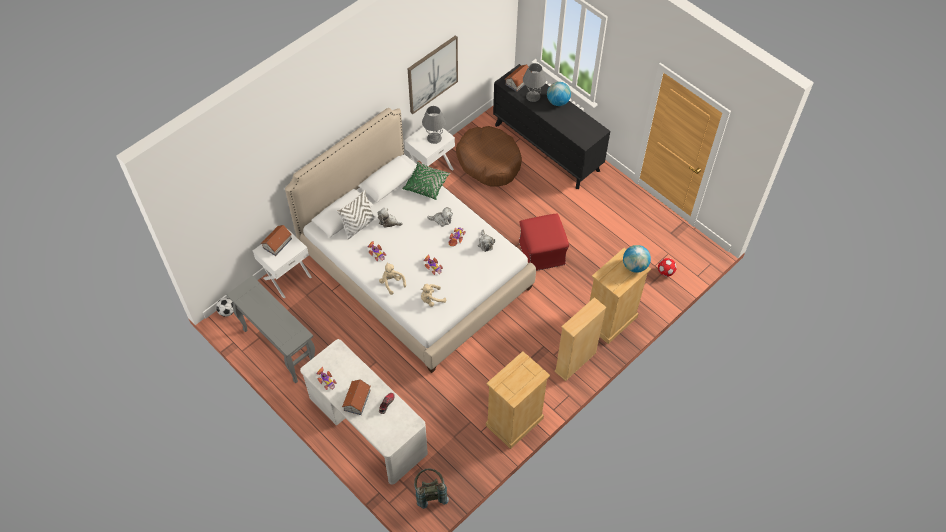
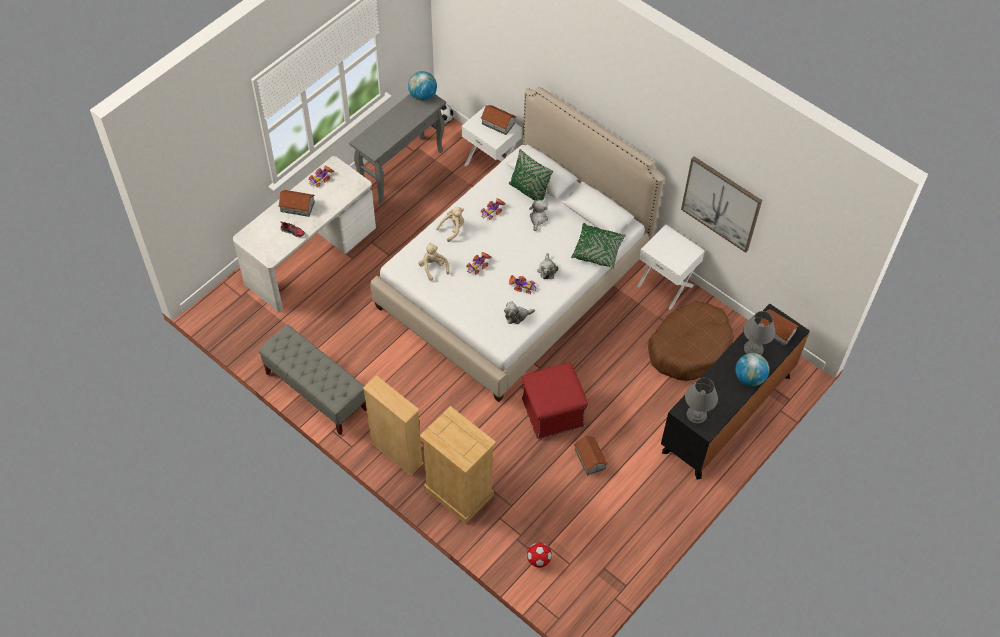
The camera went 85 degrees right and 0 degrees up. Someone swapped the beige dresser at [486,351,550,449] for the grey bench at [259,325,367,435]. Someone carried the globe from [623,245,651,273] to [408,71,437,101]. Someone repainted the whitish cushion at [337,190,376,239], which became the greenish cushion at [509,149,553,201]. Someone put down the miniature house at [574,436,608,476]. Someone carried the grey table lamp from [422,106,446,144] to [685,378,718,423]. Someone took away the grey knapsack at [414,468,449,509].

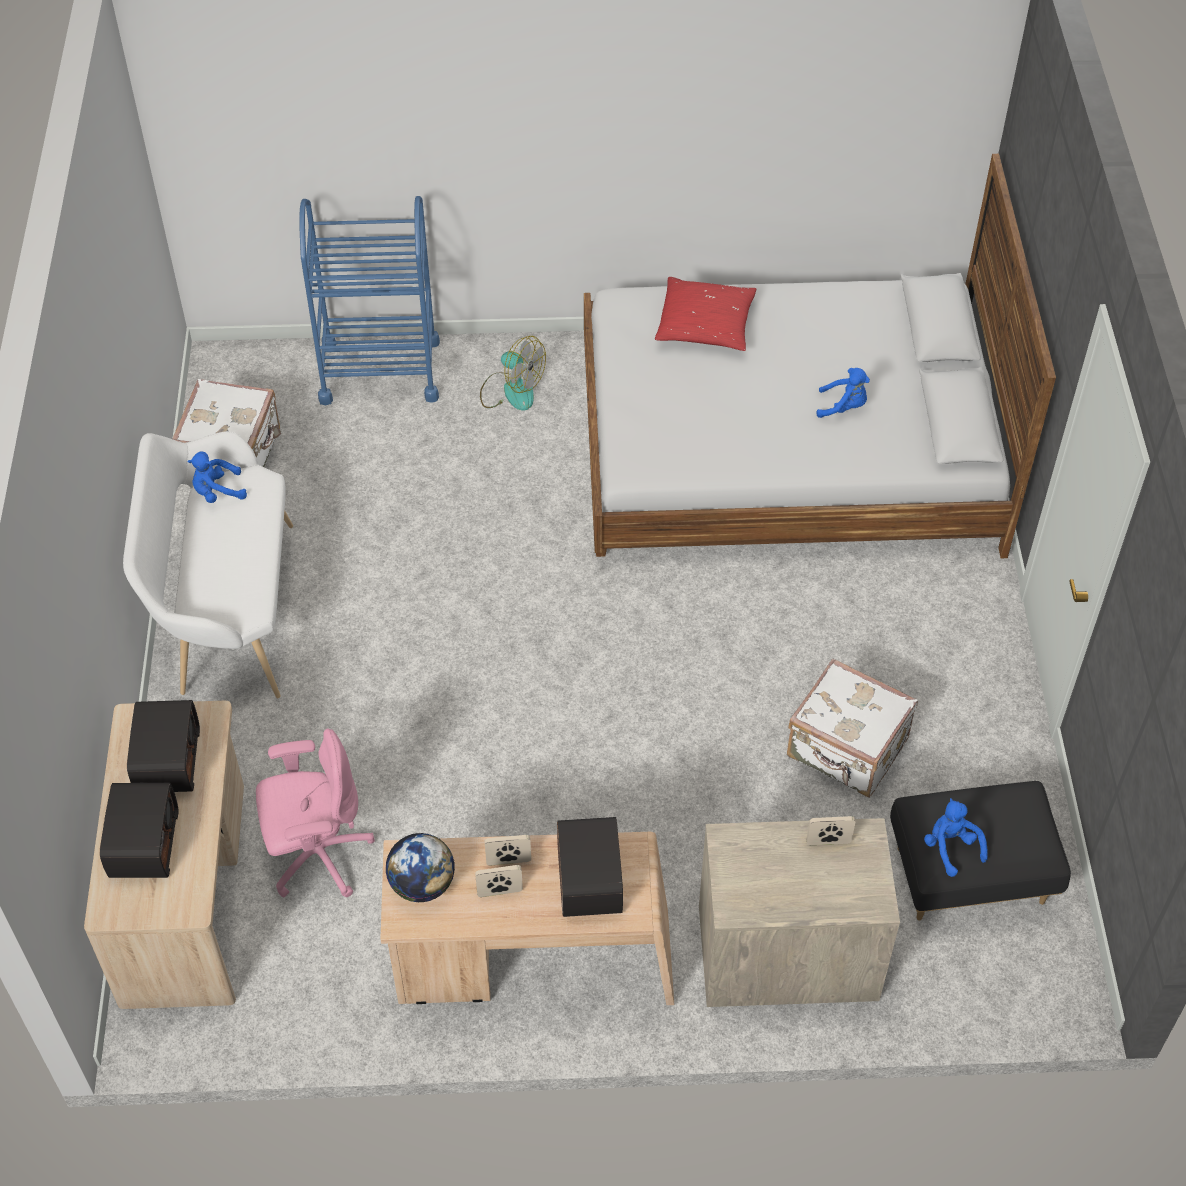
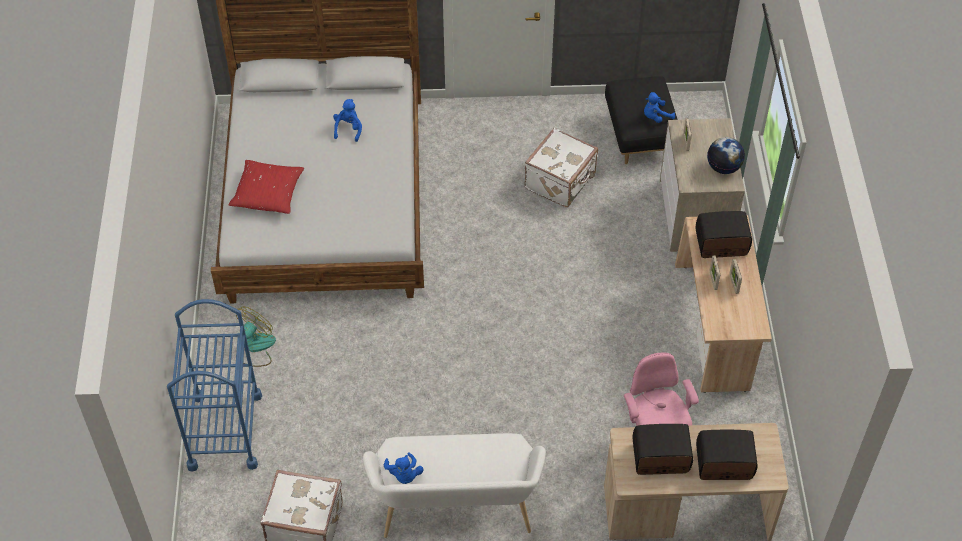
The camera went 90 degrees left and 0 degrees up. Someone carried the globe from [385,833,455,902] to [707,137,745,174].

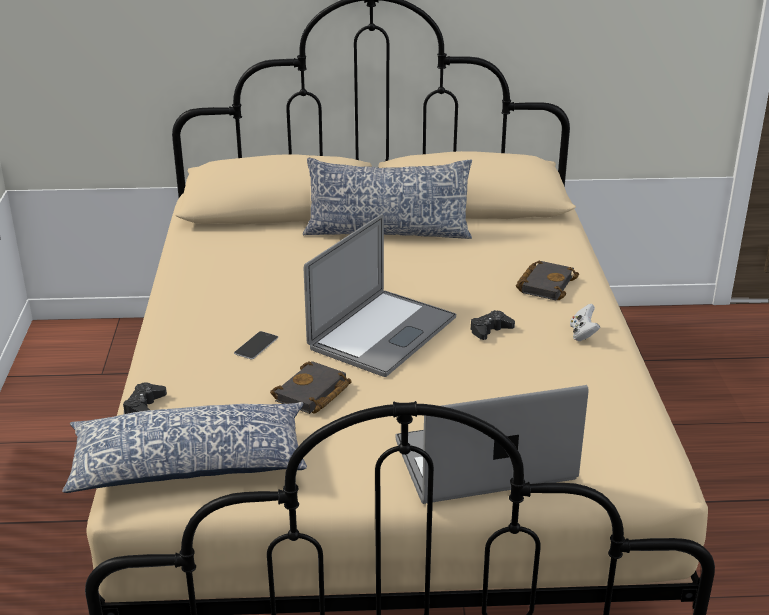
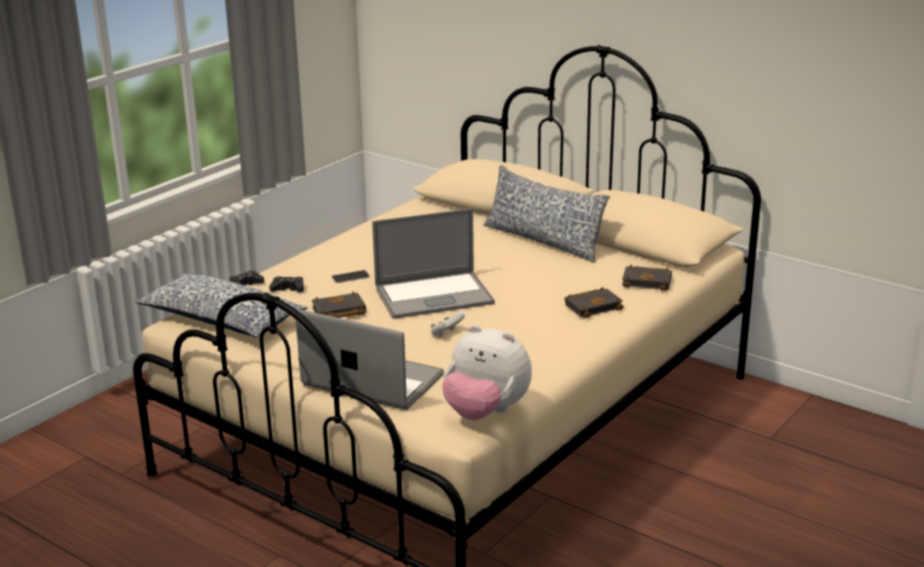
The camera went 40 degrees right and 5 degrees down. Someone carried the blackish gamepad from [470,310,515,340] to [269,276,304,292]. Someone carried the whitish gamepad from [570,304,600,341] to [431,312,465,337]. Someone put down the soft toy at [442,325,532,420]. Someone put down the blackish book at [622,265,672,291].

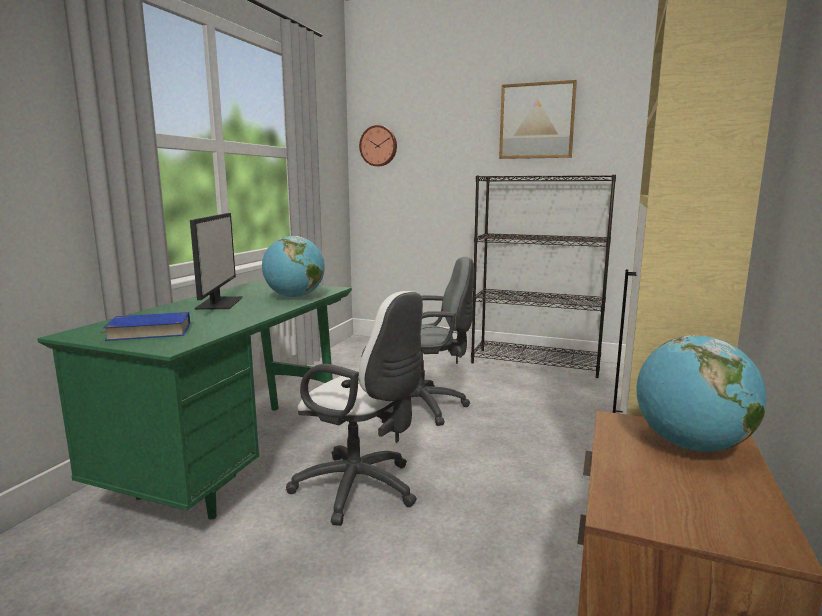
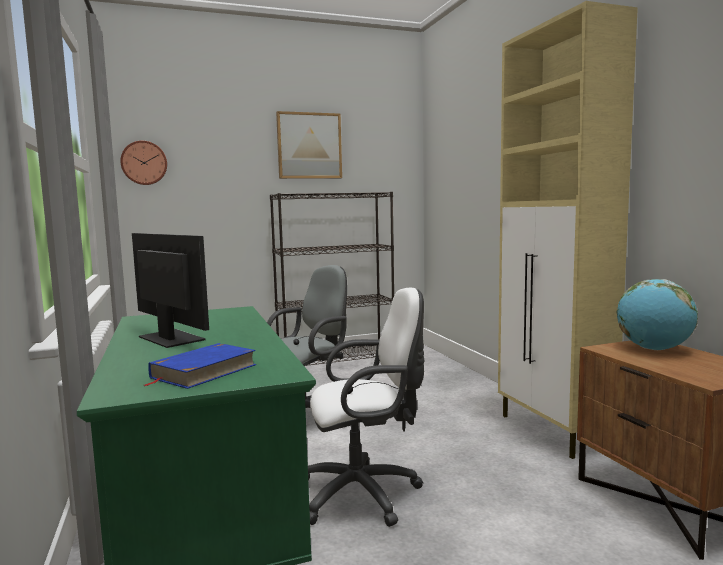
The camera went 40 degrees left and 5 degrees down. Someone took away the globe at [262,236,325,298].

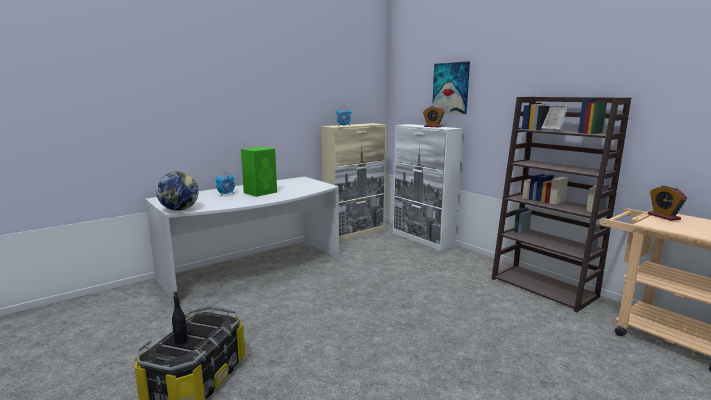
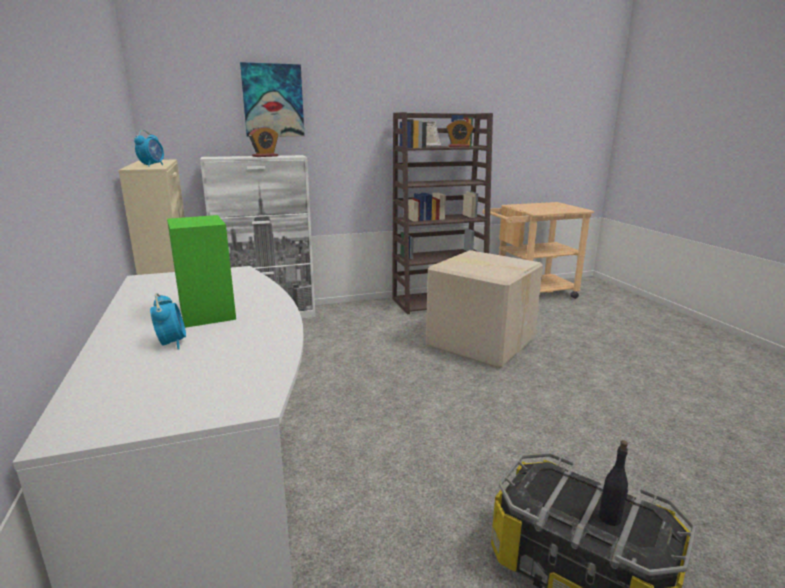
The camera went 70 degrees left and 5 degrees up. Someone put down the cardboard box at [426,250,543,368]. Someone carried the bedside clock from [648,185,687,221] to [446,119,474,147]. Someone took away the globe at [156,172,199,211].

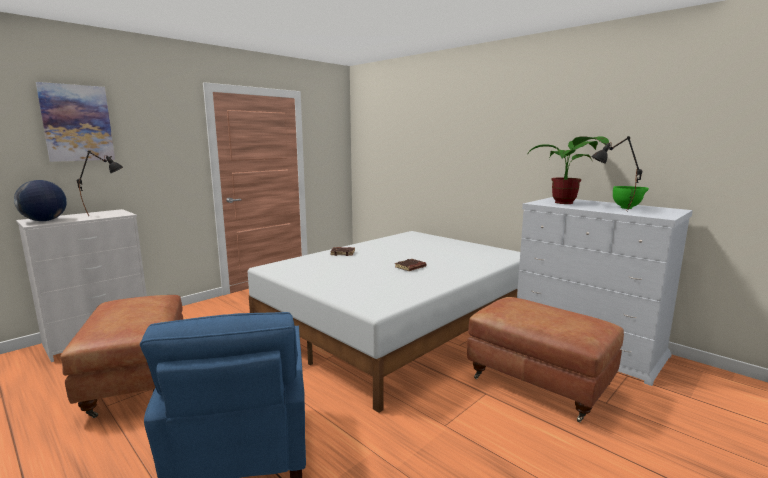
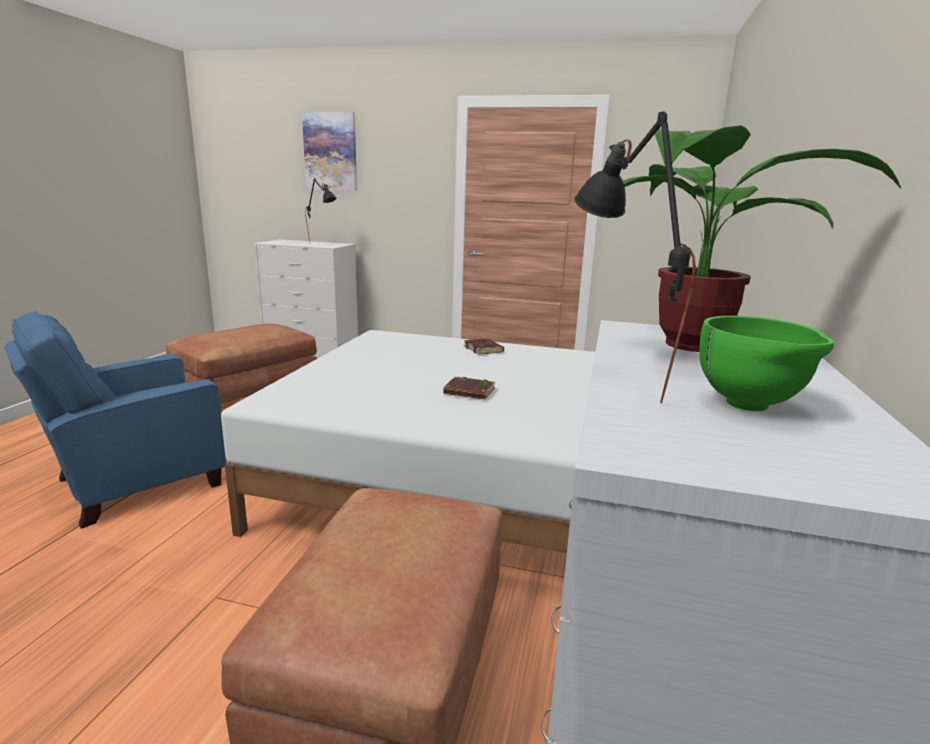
The camera went 60 degrees right and 5 degrees up. Someone took away the globe at [14,180,67,221].

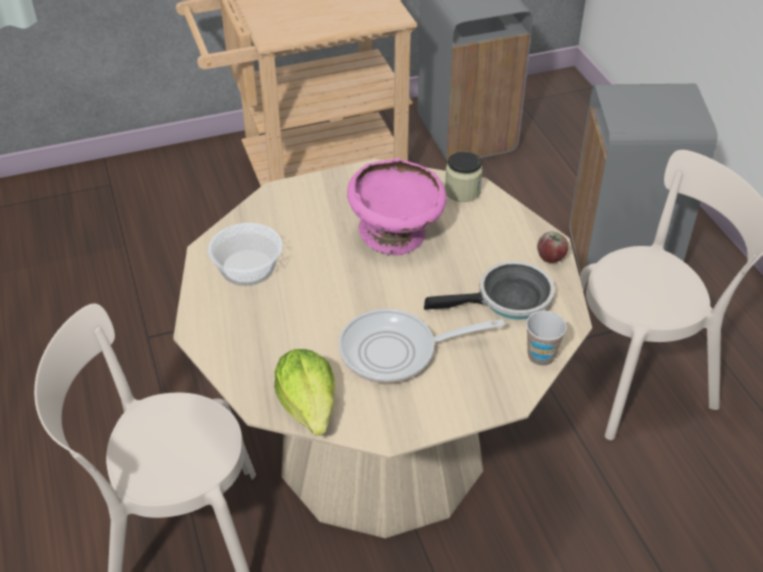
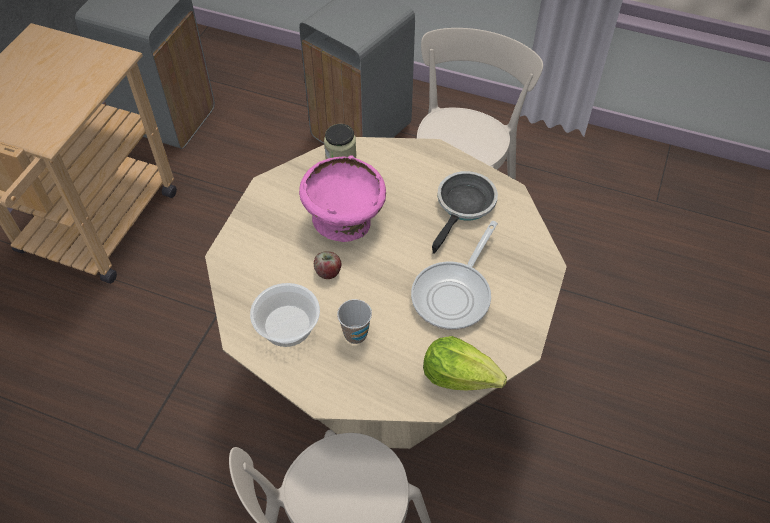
The camera went 50 degrees left and 10 degrees up. Someone carried the whole apple from [537,231,568,263] to [314,251,341,279]. Someone carried the cup from [526,311,567,366] to [337,299,372,344].

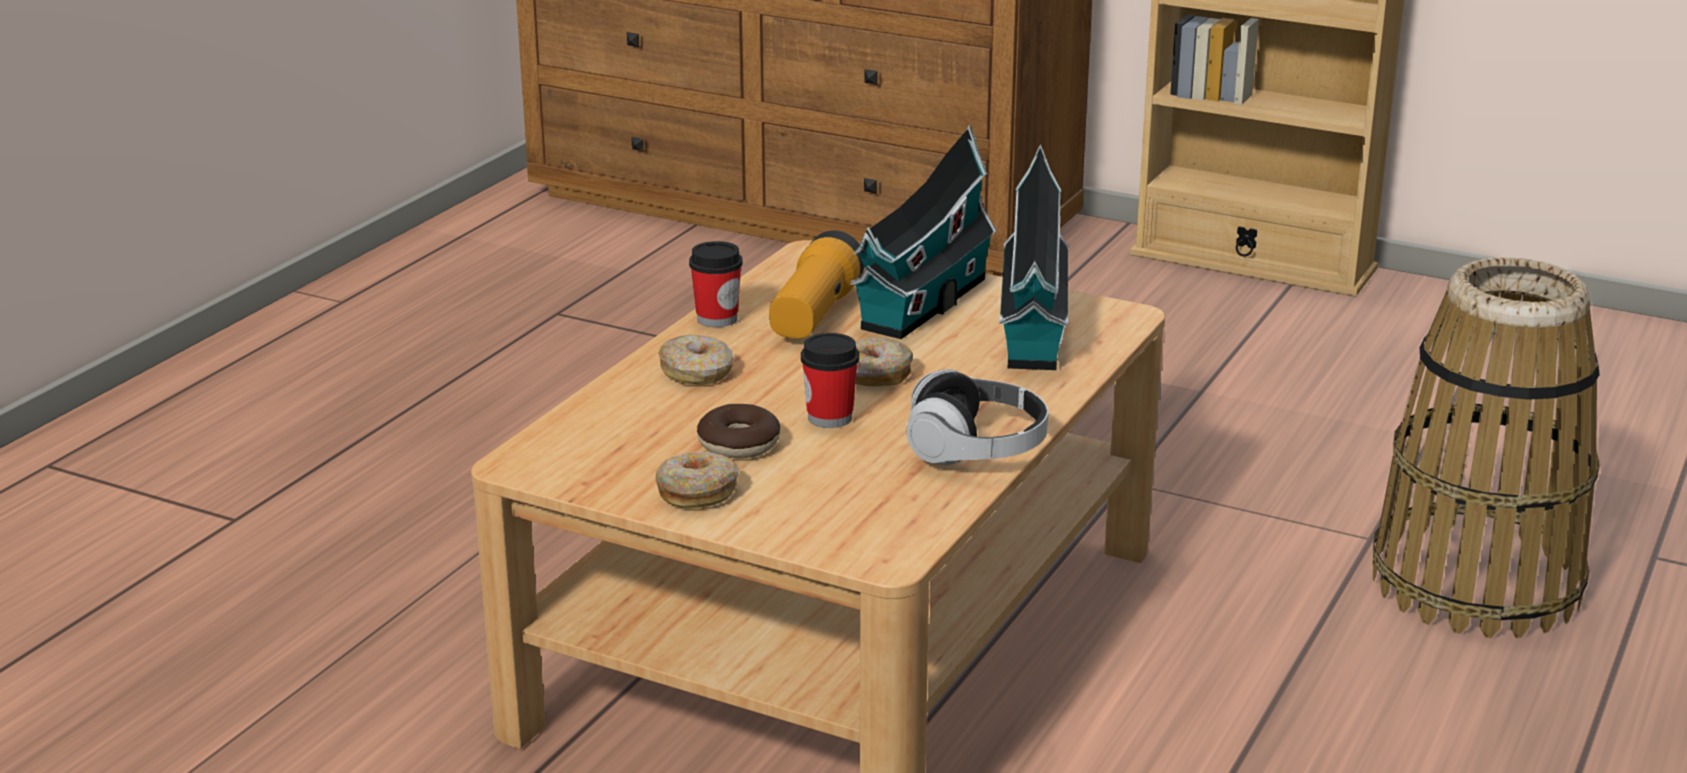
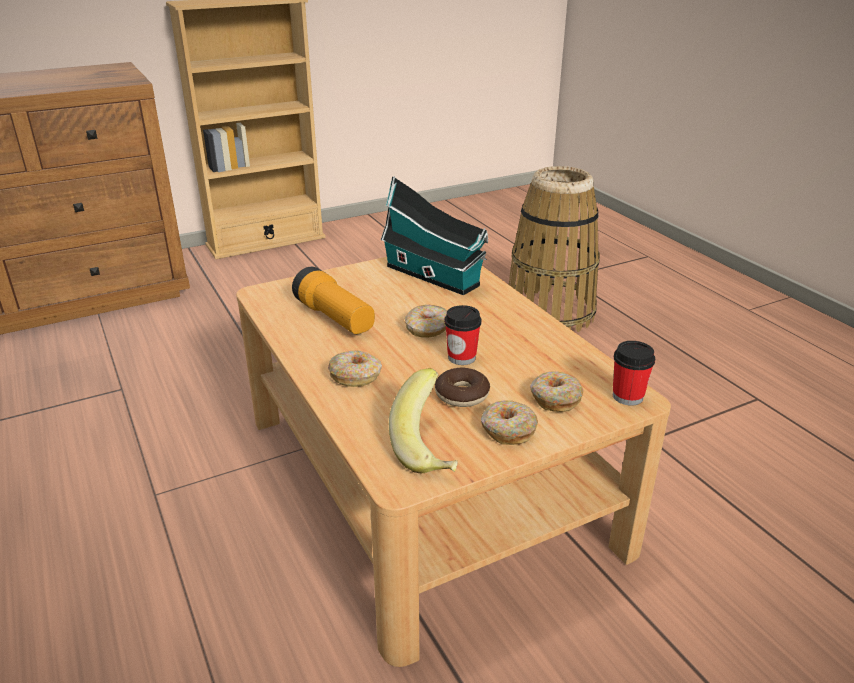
The camera went 55 degrees left and 5 degrees up. Someone put down the whole banana at [389,368,458,473]. Someone put down the ring doughnut at [530,372,583,412]. Someone carried the cup from [689,241,743,327] to [613,341,655,406]. Someone took away the miniature house at [850,125,997,339]. Someone took away the headphones at [905,369,1048,465].

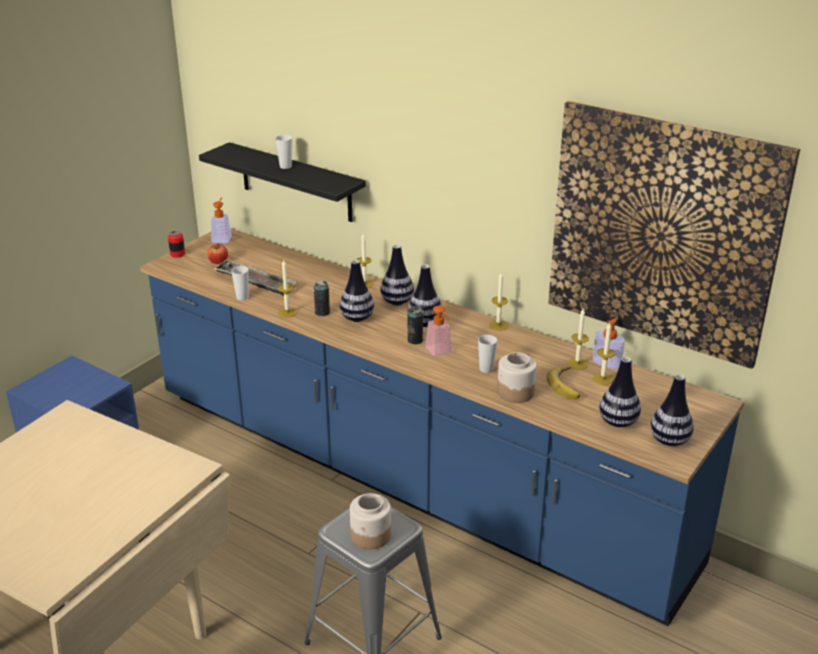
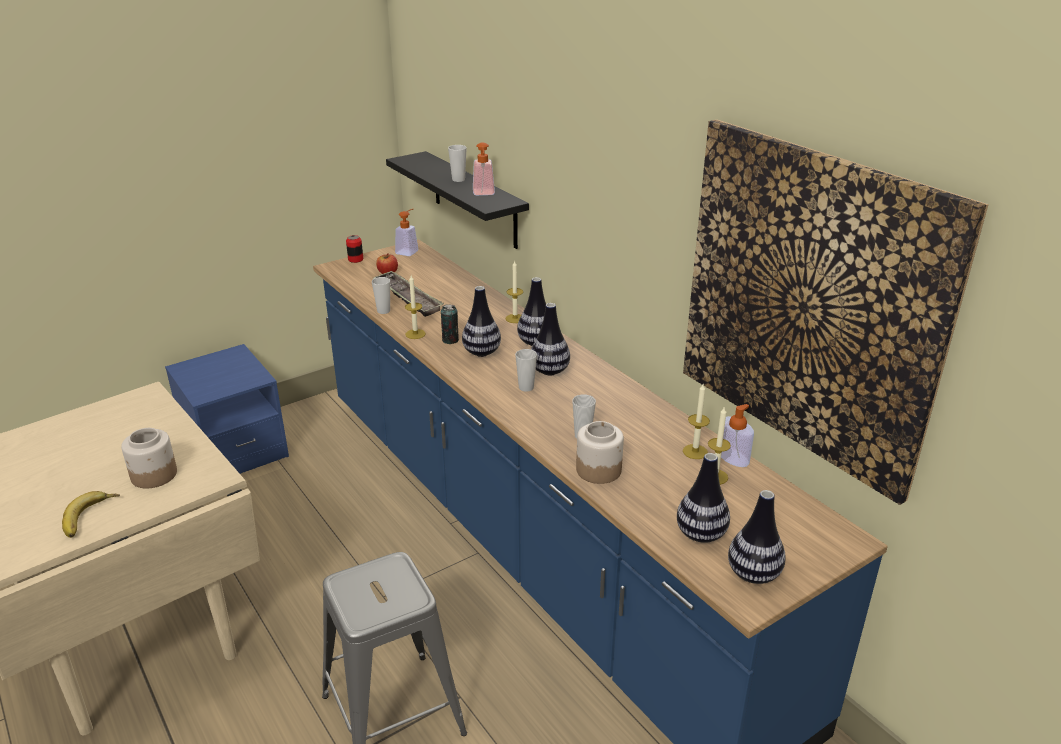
The camera went 20 degrees right and 0 degrees up. Someone carried the whole banana from [547,367,580,399] to [62,491,120,538]. Someone carried the storage jar from [350,493,391,549] to [121,428,177,488]. Someone carried the soap bottle from [425,306,452,356] to [473,142,495,195]. Someone swapped the can at [407,307,423,344] for the cup at [515,349,537,392]. Someone took away the wax candle at [489,272,508,331].

